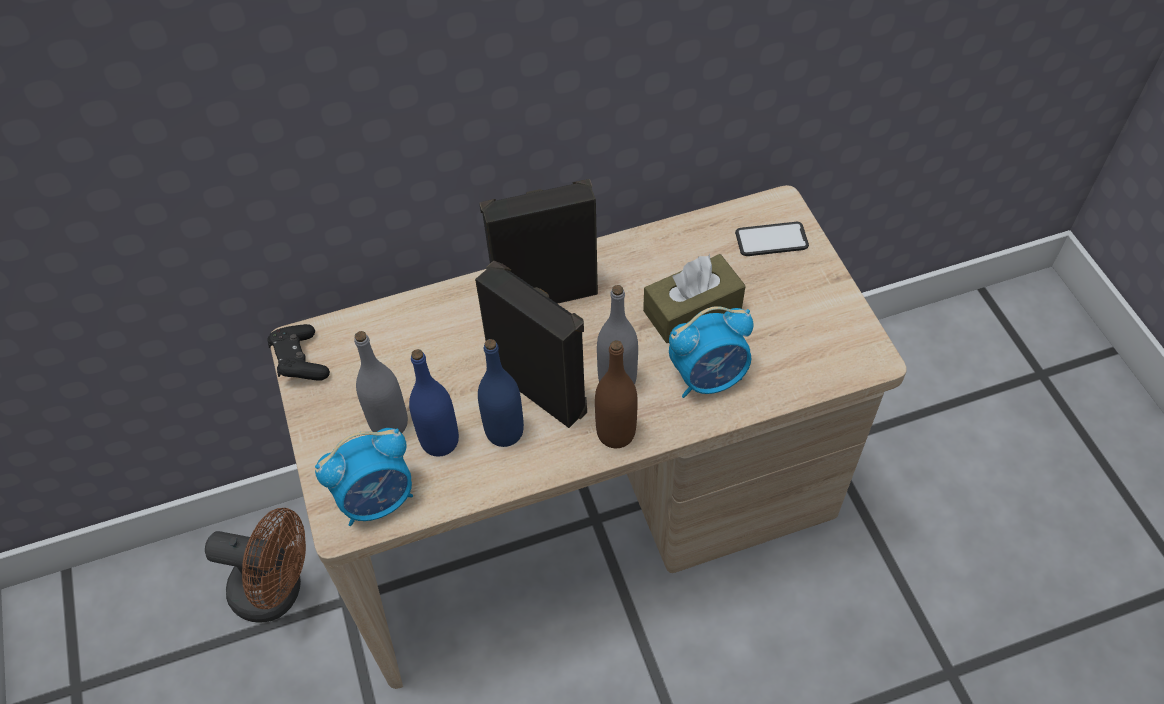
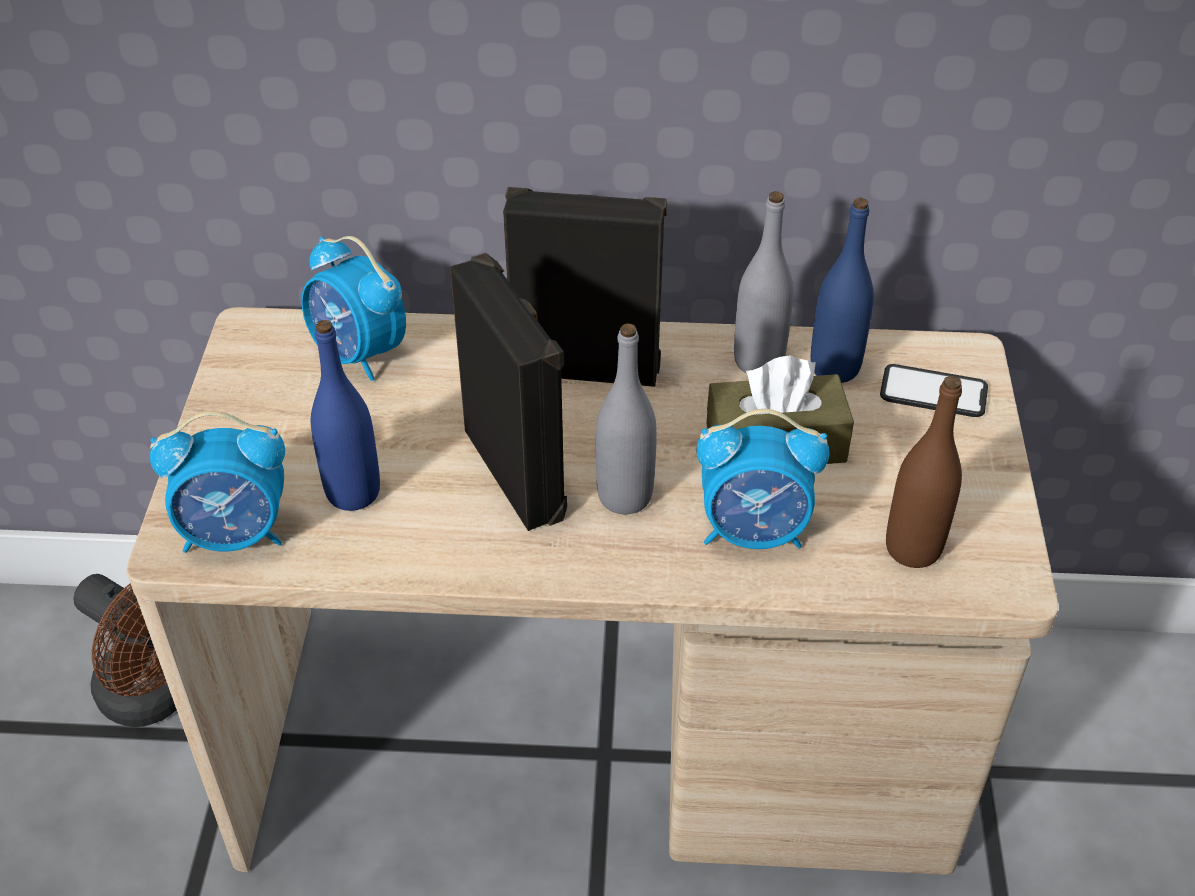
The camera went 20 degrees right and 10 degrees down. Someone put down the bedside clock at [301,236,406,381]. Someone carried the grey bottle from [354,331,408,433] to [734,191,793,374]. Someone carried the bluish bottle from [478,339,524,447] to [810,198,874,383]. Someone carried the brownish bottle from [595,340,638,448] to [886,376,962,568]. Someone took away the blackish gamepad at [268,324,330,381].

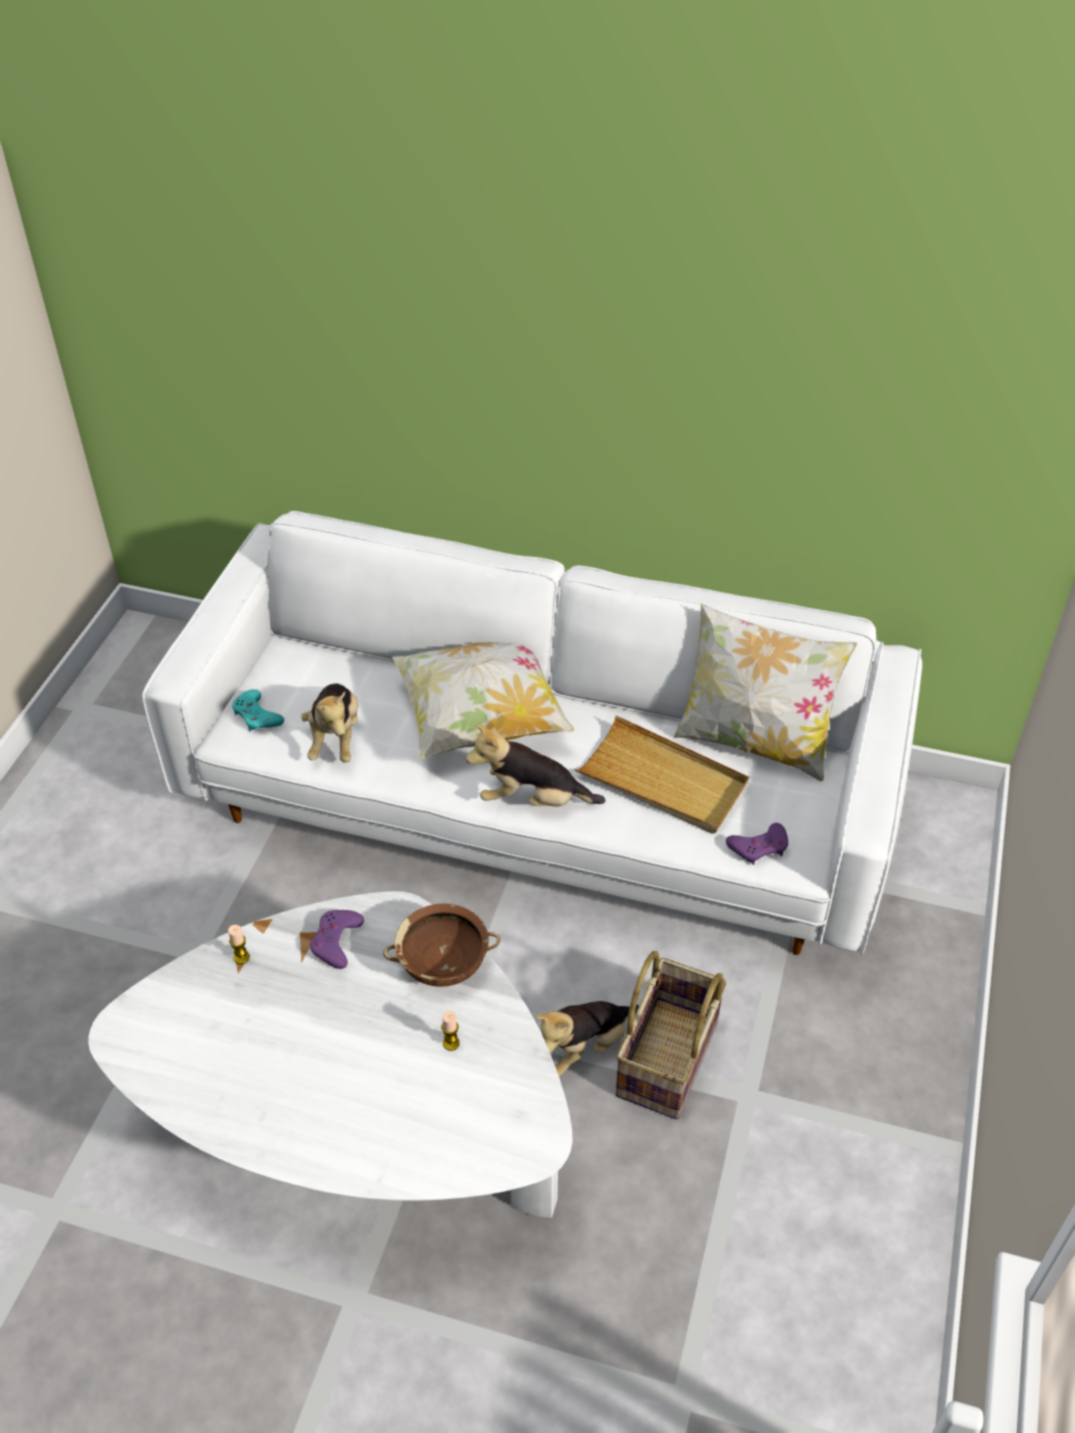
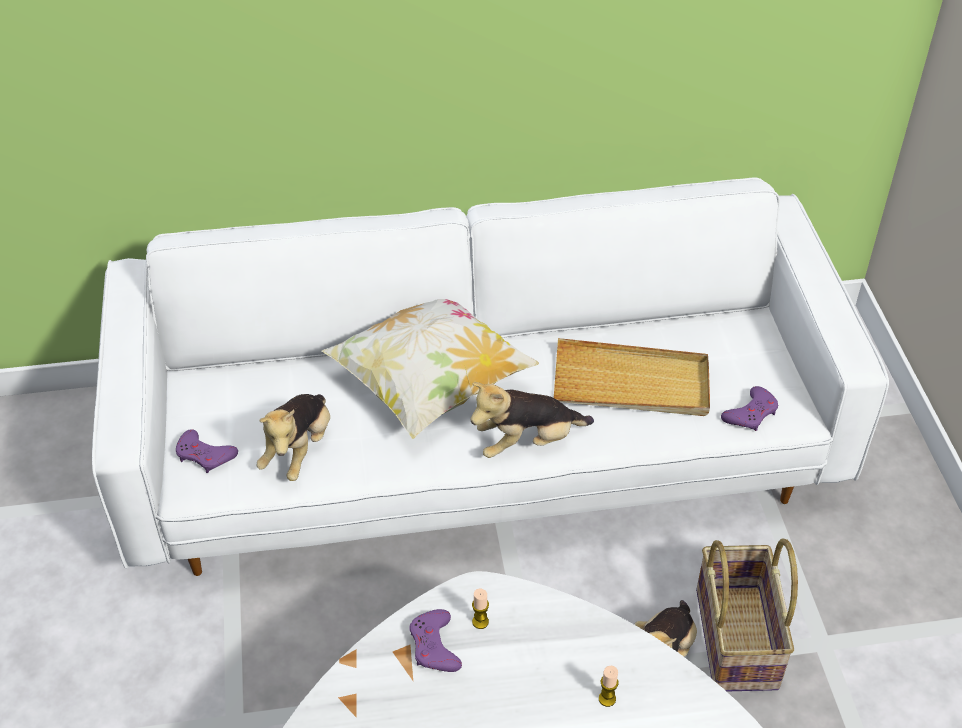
The camera went 25 degrees left and 0 degrees up. Someone repainted the turquoise gamepad at [232,689,284,731], which became the purple gamepad at [176,429,238,473]. Someone rotated the soft toy at [301,683,358,763] by 45 degrees clockwise. Someone carried the wax candle from [228,925,250,964] to [472,589,489,629]. Someone took away the brownish deep dish at [383,904,500,987]. Someone took away the cushion at [674,604,857,781].

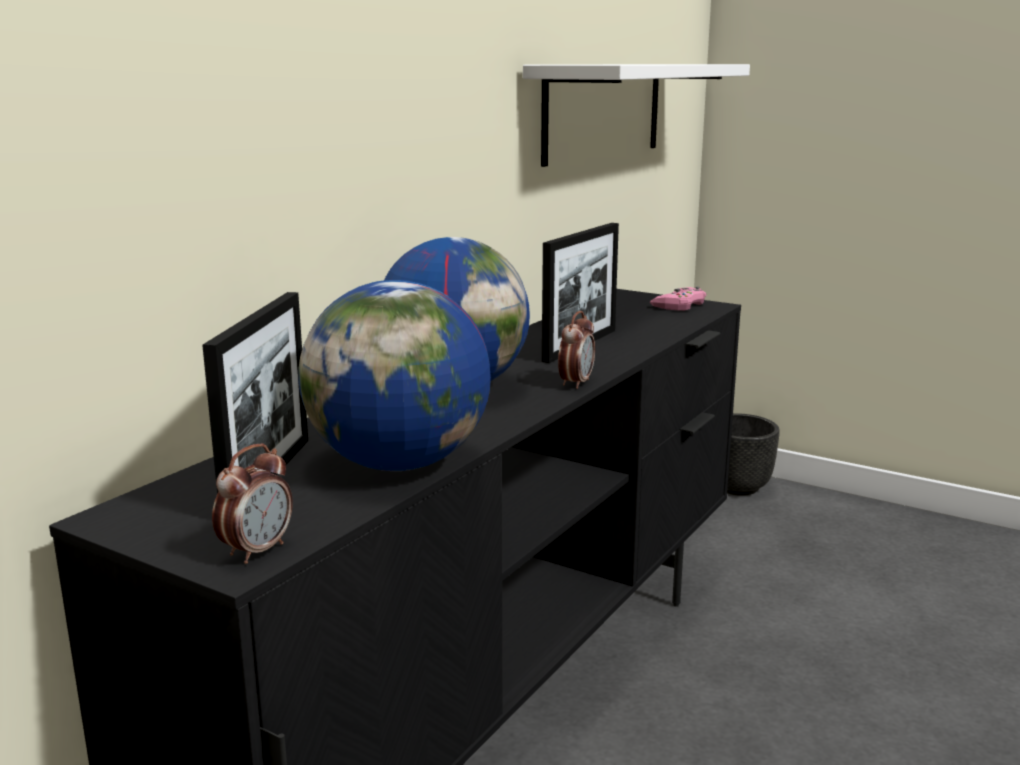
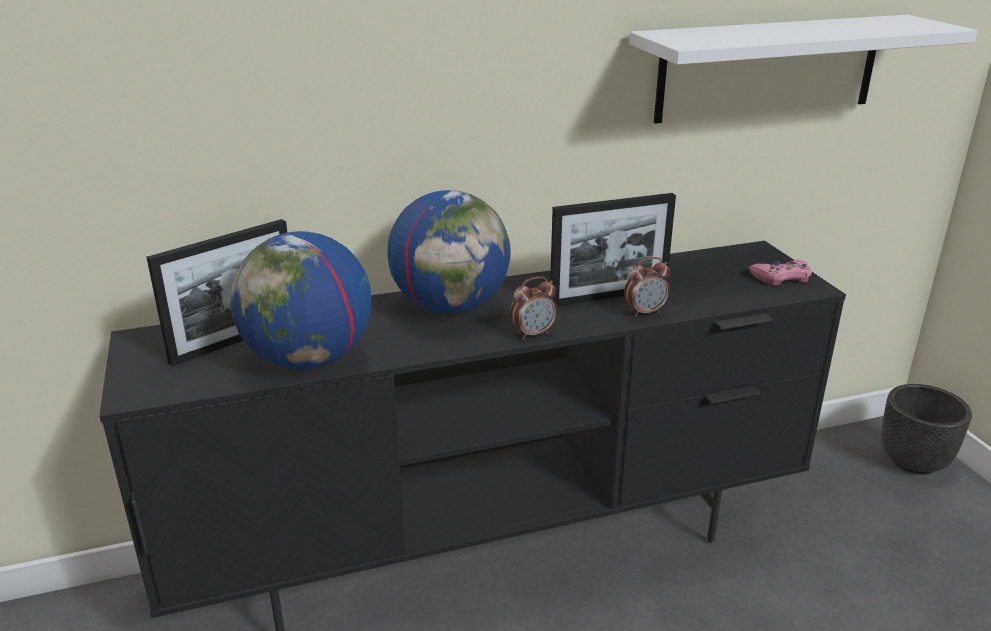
The camera went 40 degrees right and 10 degrees up. Someone carried the bedside clock from [212,444,293,564] to [624,257,670,317].

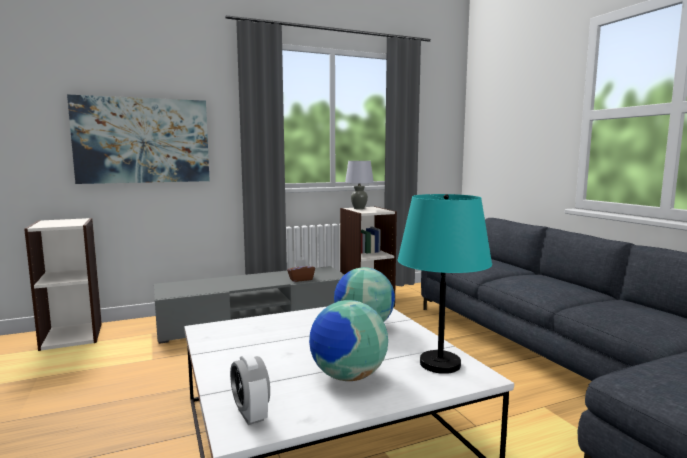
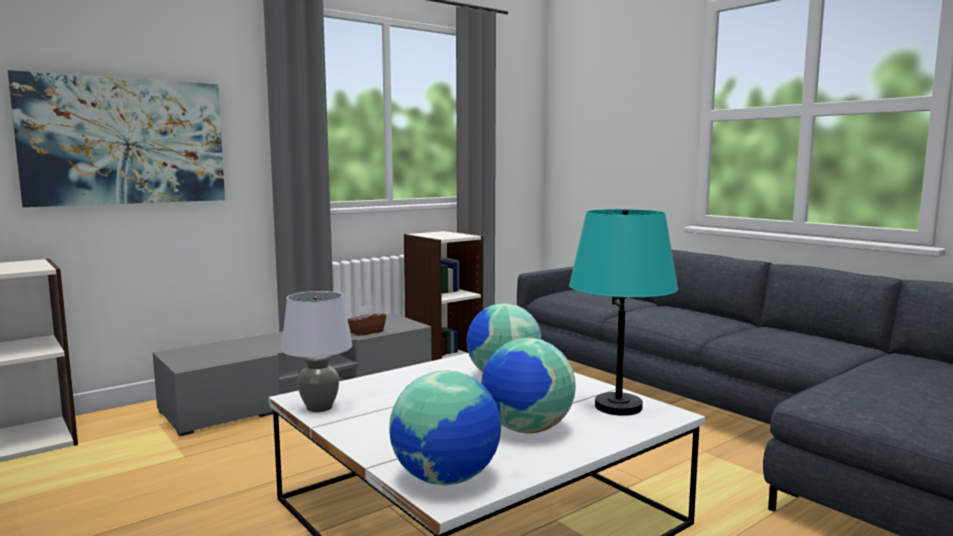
The camera went 15 degrees left and 0 degrees up. Someone carried the grey table lamp from [345,161,374,209] to [281,291,352,412]. Someone swapped the bedside clock at [230,354,270,425] for the globe at [389,371,501,485].

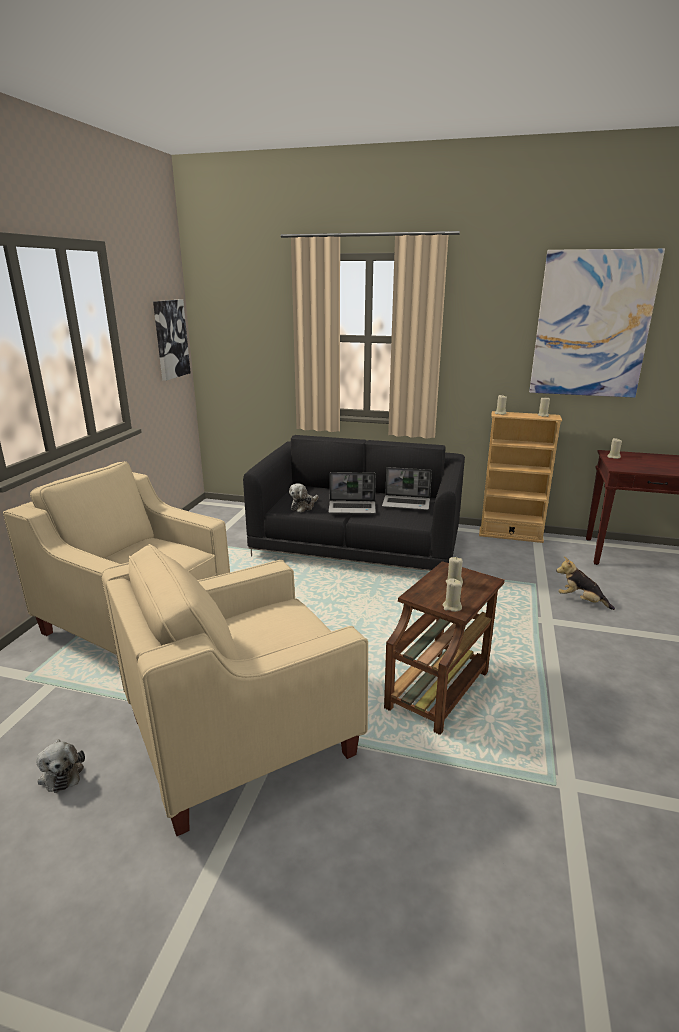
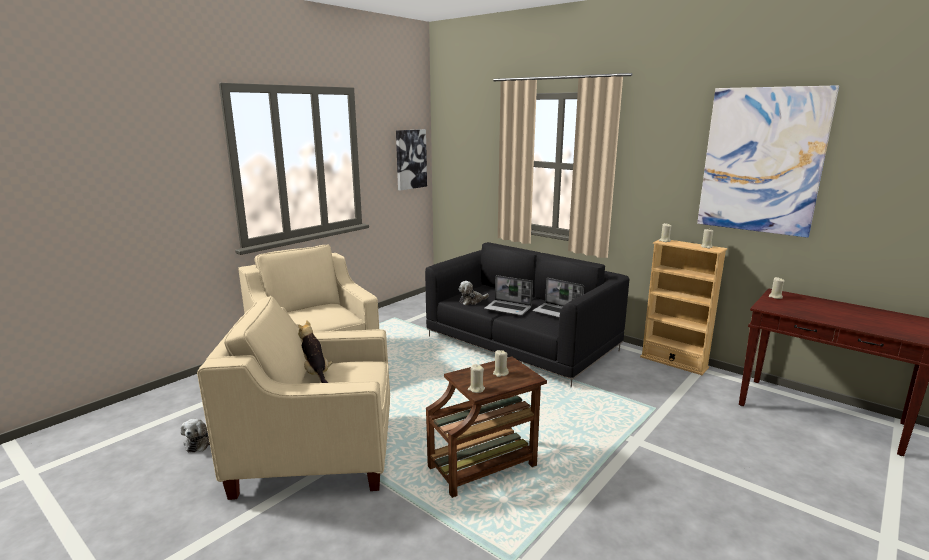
The camera went 25 degrees right and 5 degrees down. Someone carried the soft toy from [556,556,615,610] to [298,320,333,383].

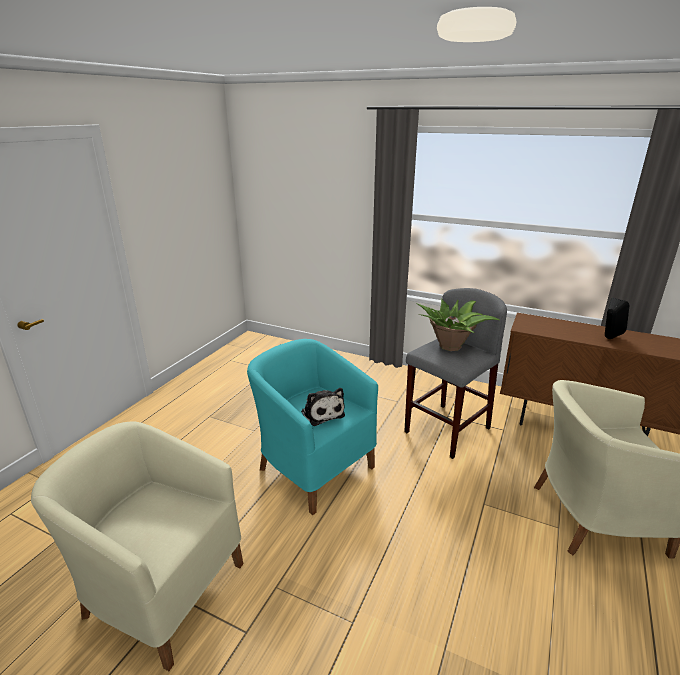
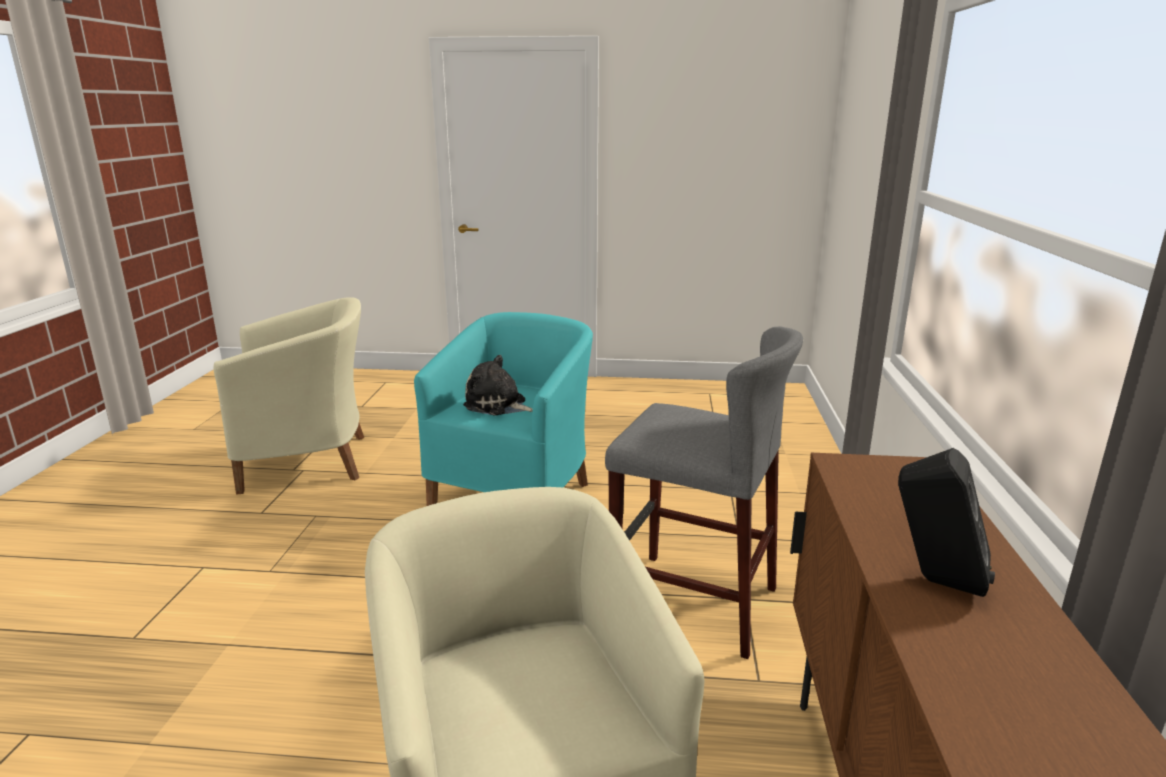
The camera went 70 degrees right and 5 degrees down. Someone rotated the beige armchair at [31,421,243,671] by 75 degrees clockwise. Someone rotated the soft toy at [301,388,345,426] by 75 degrees clockwise. Someone took away the houseplant at [416,298,499,351].

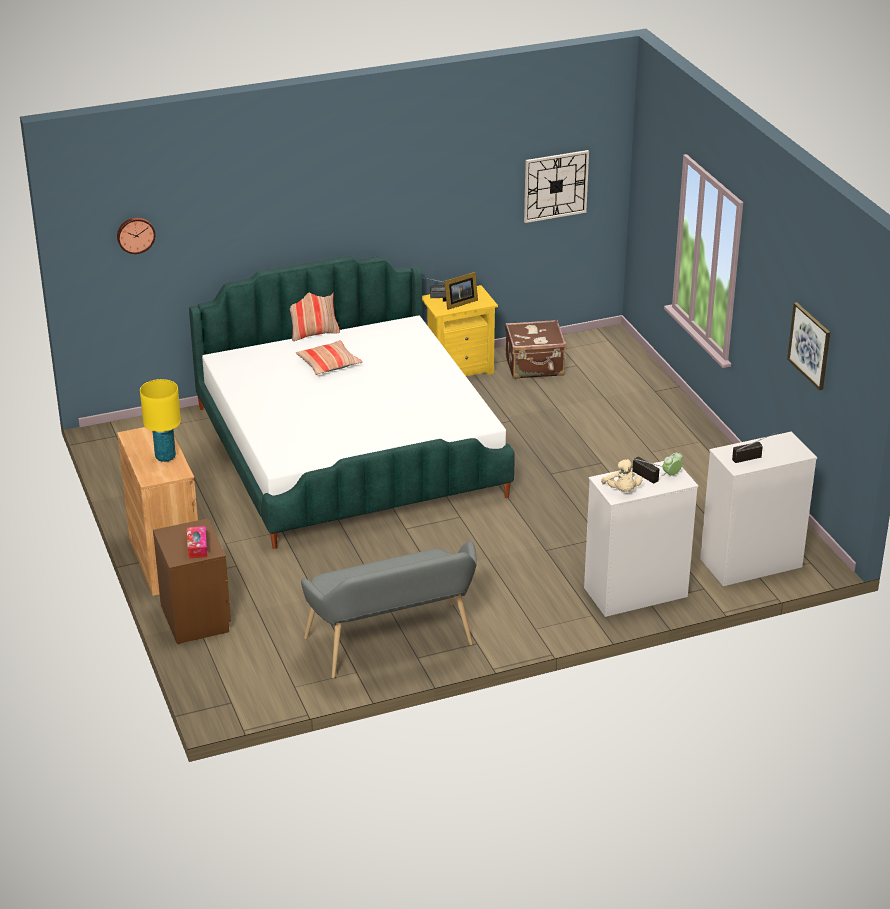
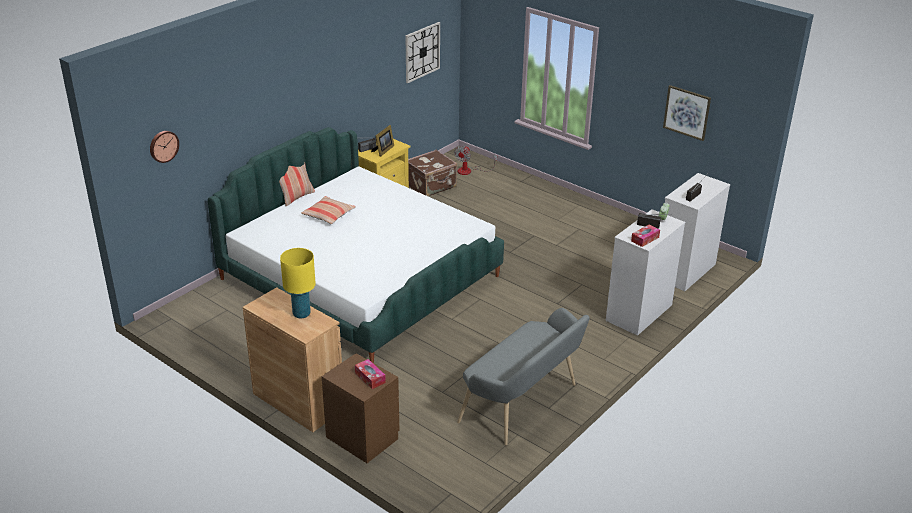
The camera went 30 degrees left and 0 degrees up. Someone put down the fan at [454,146,497,175]. Someone swapped the beige soft toy at [601,459,642,492] for the tissue holder at [631,224,660,247].

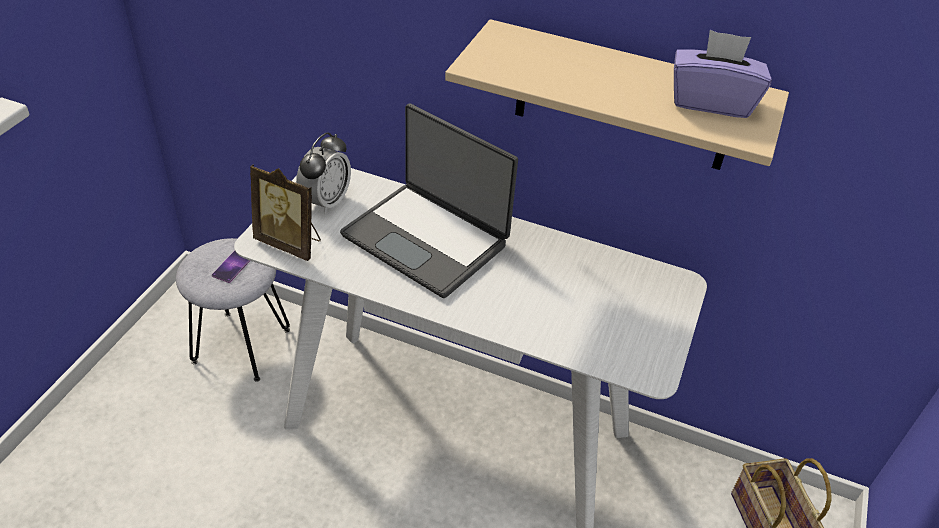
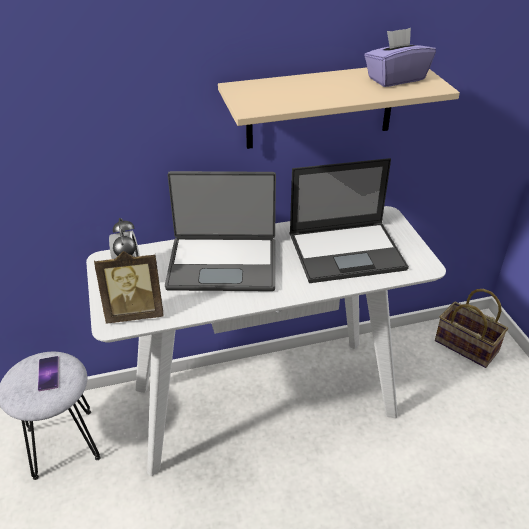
The camera went 35 degrees left and 5 degrees down. Someone put down the laptop at [289,158,409,283].

